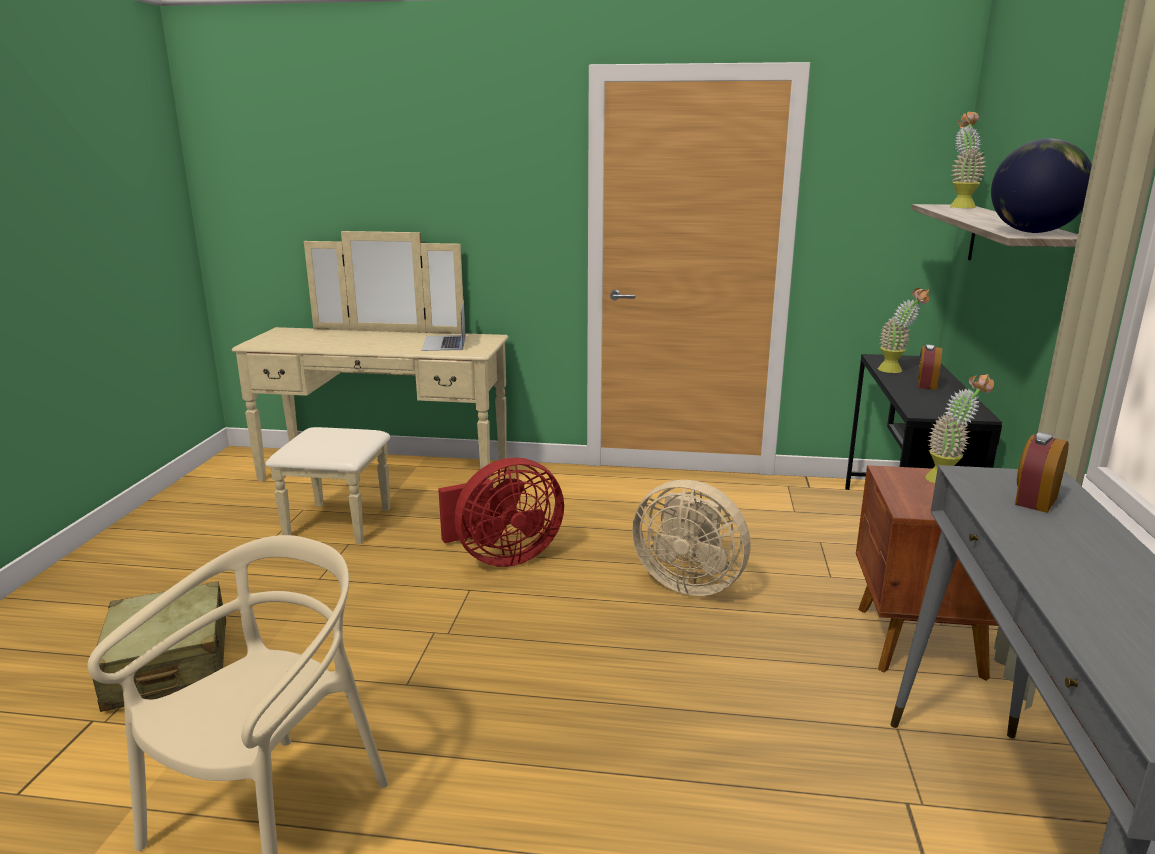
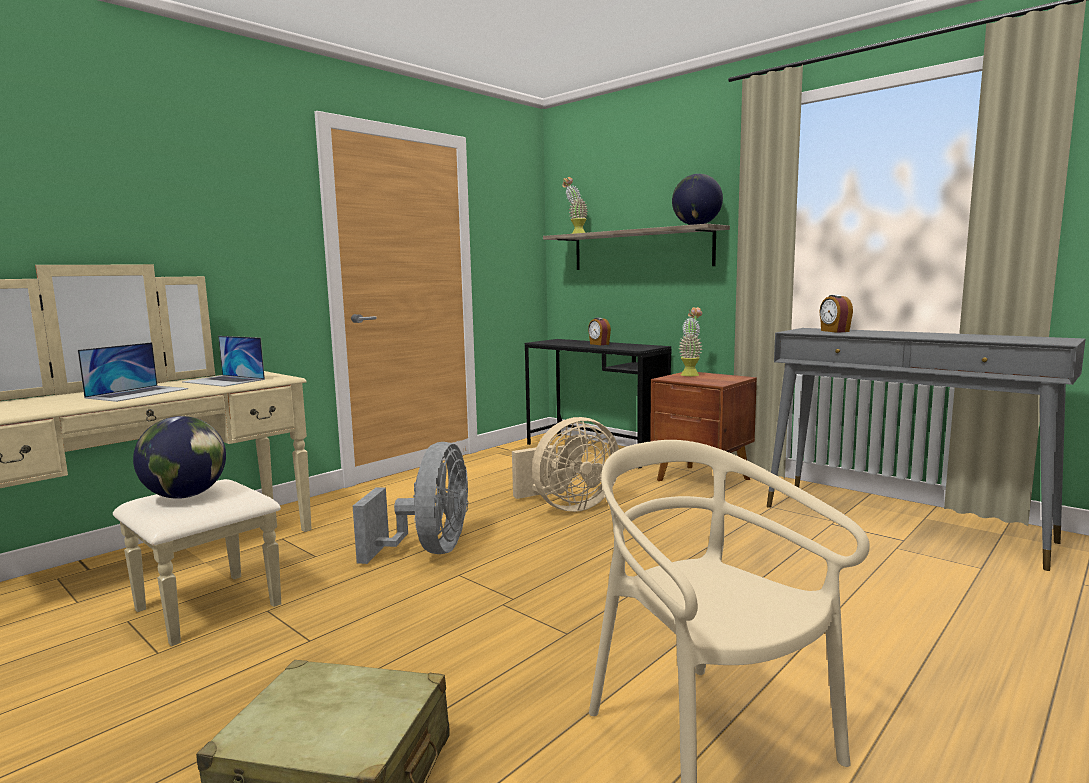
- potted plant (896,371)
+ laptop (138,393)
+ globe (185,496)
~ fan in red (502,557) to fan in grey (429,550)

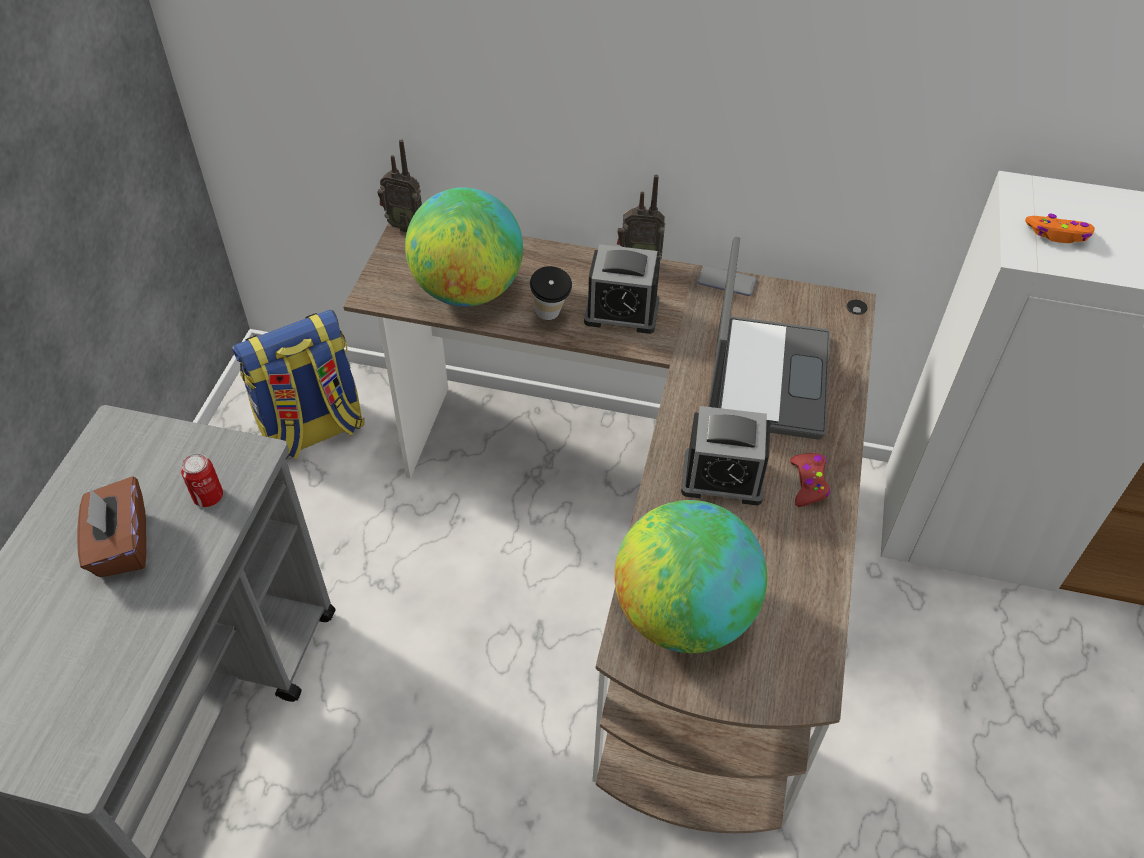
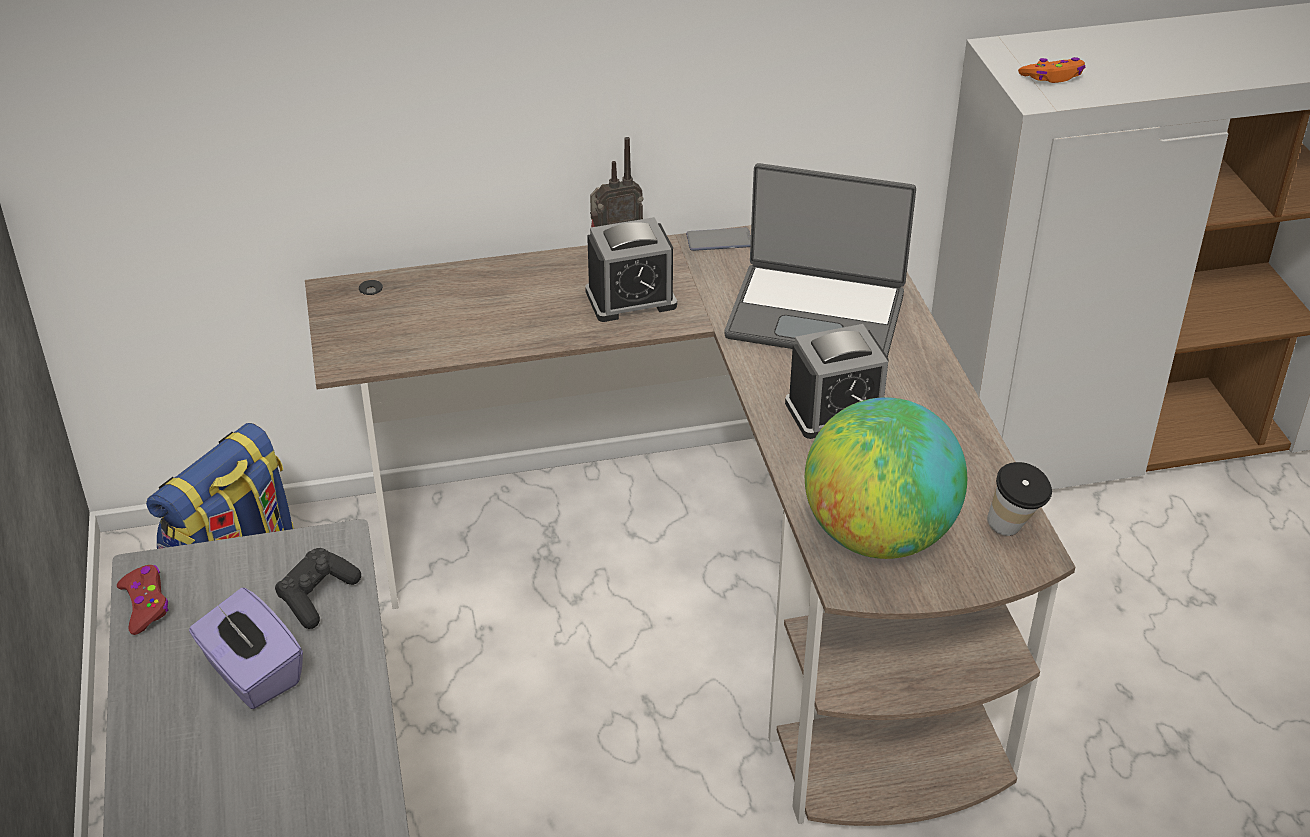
- radio (406,226)
- globe (468,291)
~ cup (550,317) to (1013,530)
~ game controller in red (808,483) to (145,605)
~ can (208,497) to game controller in black (317,597)
~ tissue box in brown (121,545) to tissue box in purple (251,673)
~ laptop (765,377) = (816,313) 120 degrees clockwise

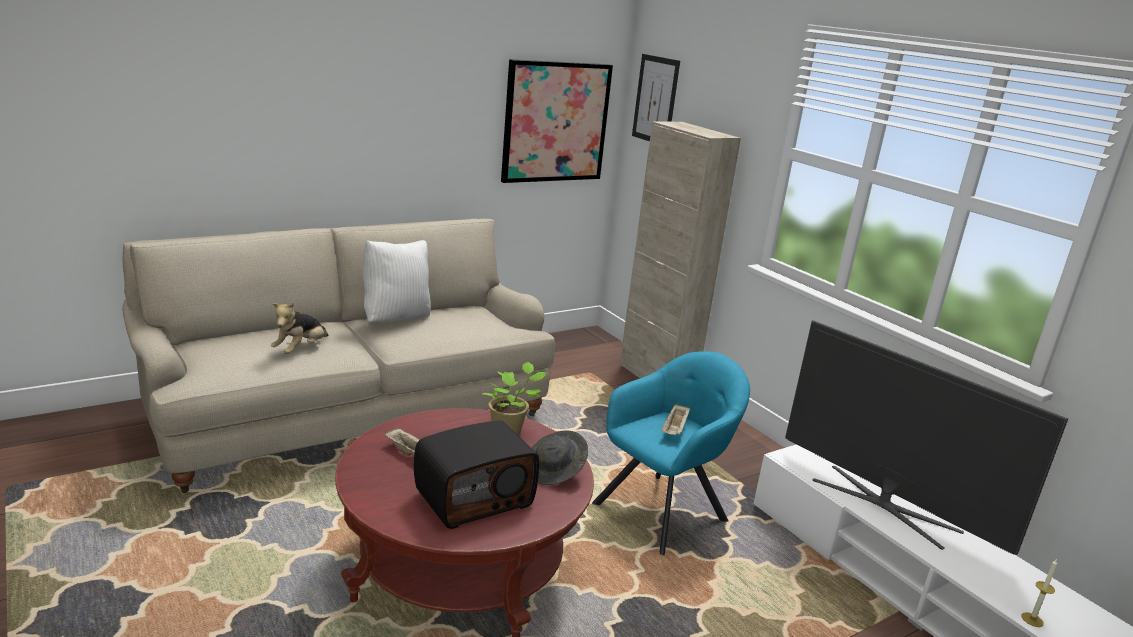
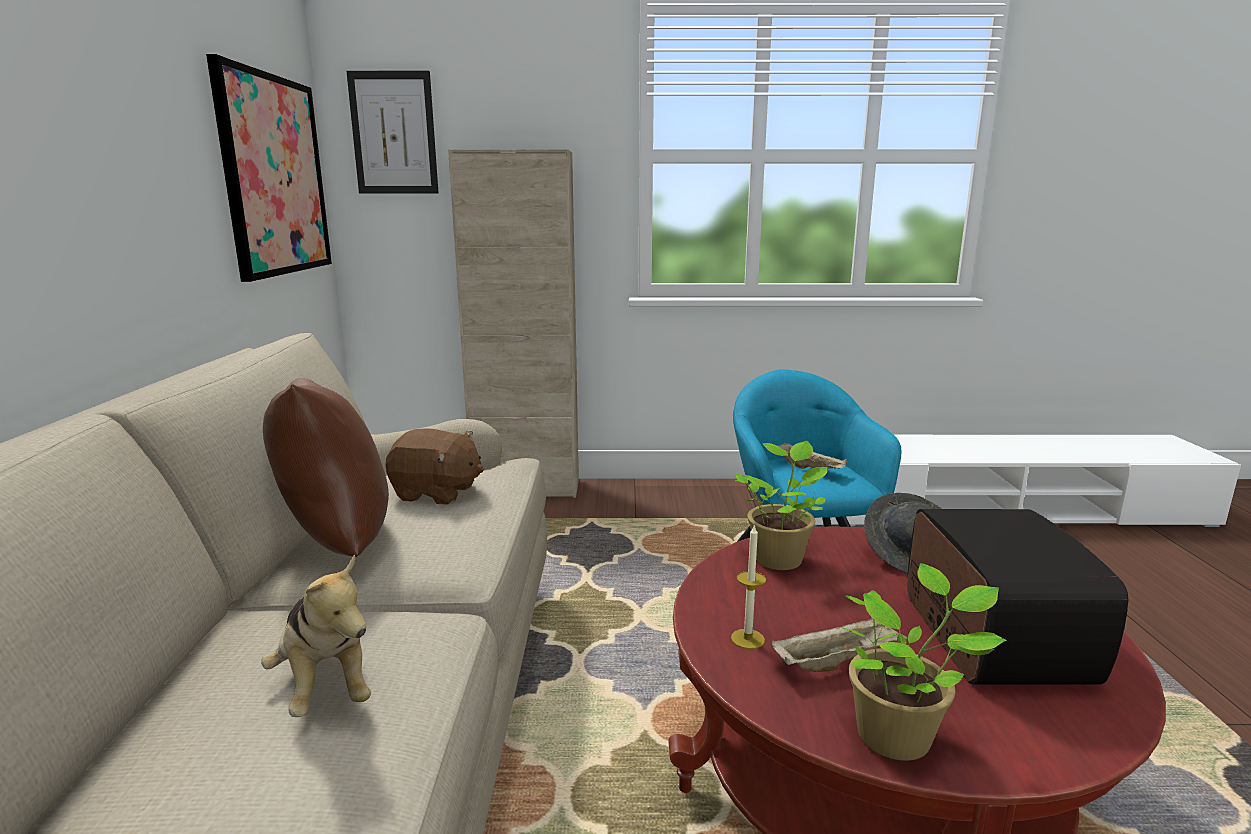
- television (885,505)
+ plush toy in brown (436,493)
+ potted plant (899,735)
~ candle (1032,619) to (747,639)
~ pillow in white (396,319) to pillow in brown (334,543)

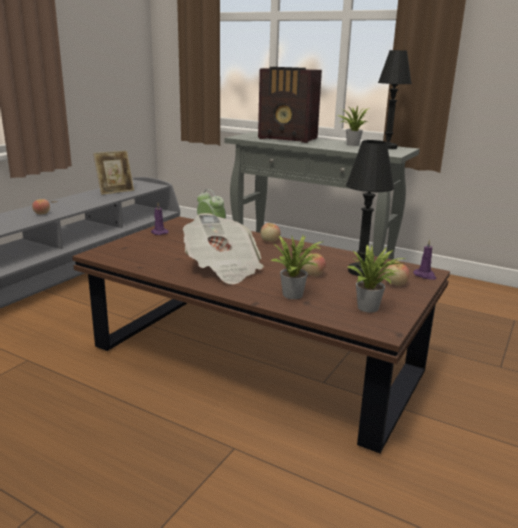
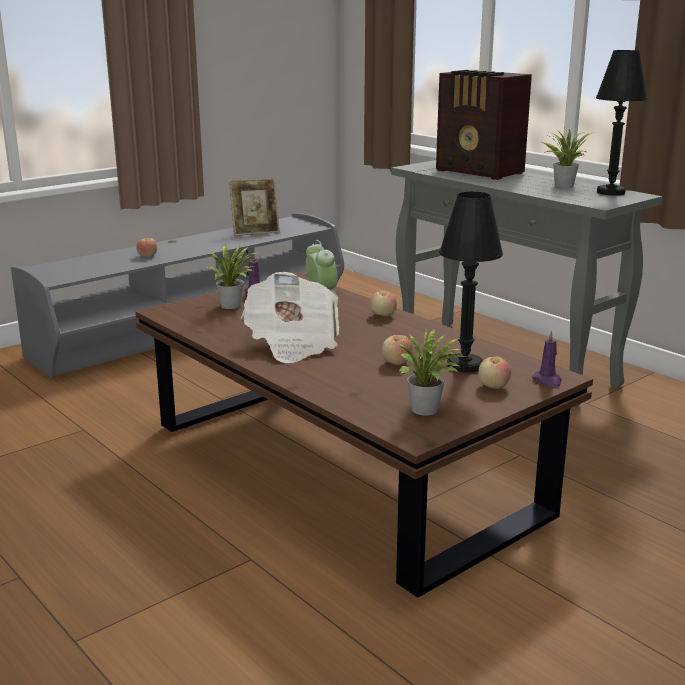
~ potted plant (295,295) to (233,306)

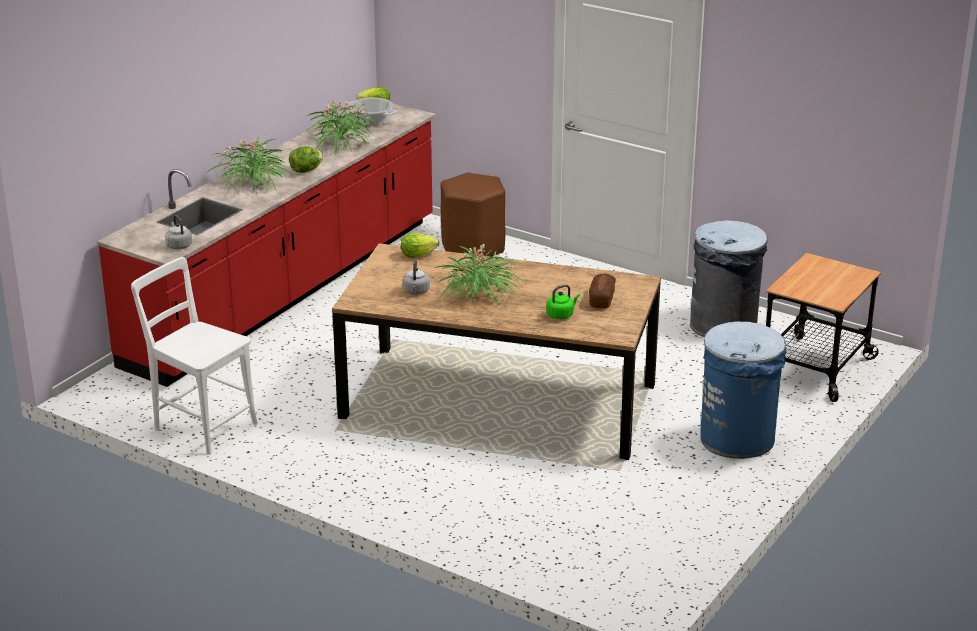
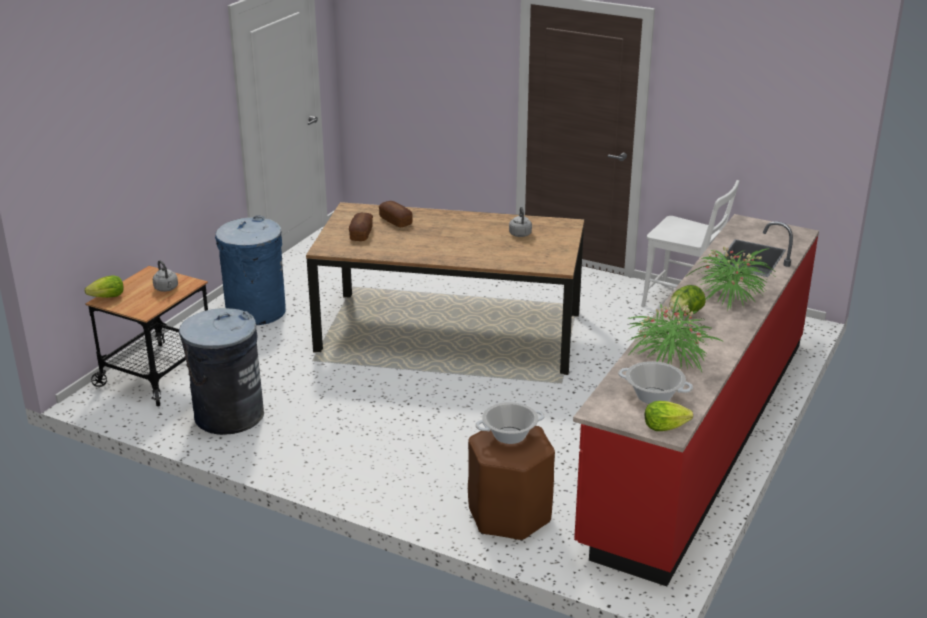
- potted plant (480,294)
+ cooking pot (509,435)
~ kettle in grey (178,245) to (166,289)
~ lettuce (417,255) to (108,297)
~ kettle in green (561,314) to bread (395,221)

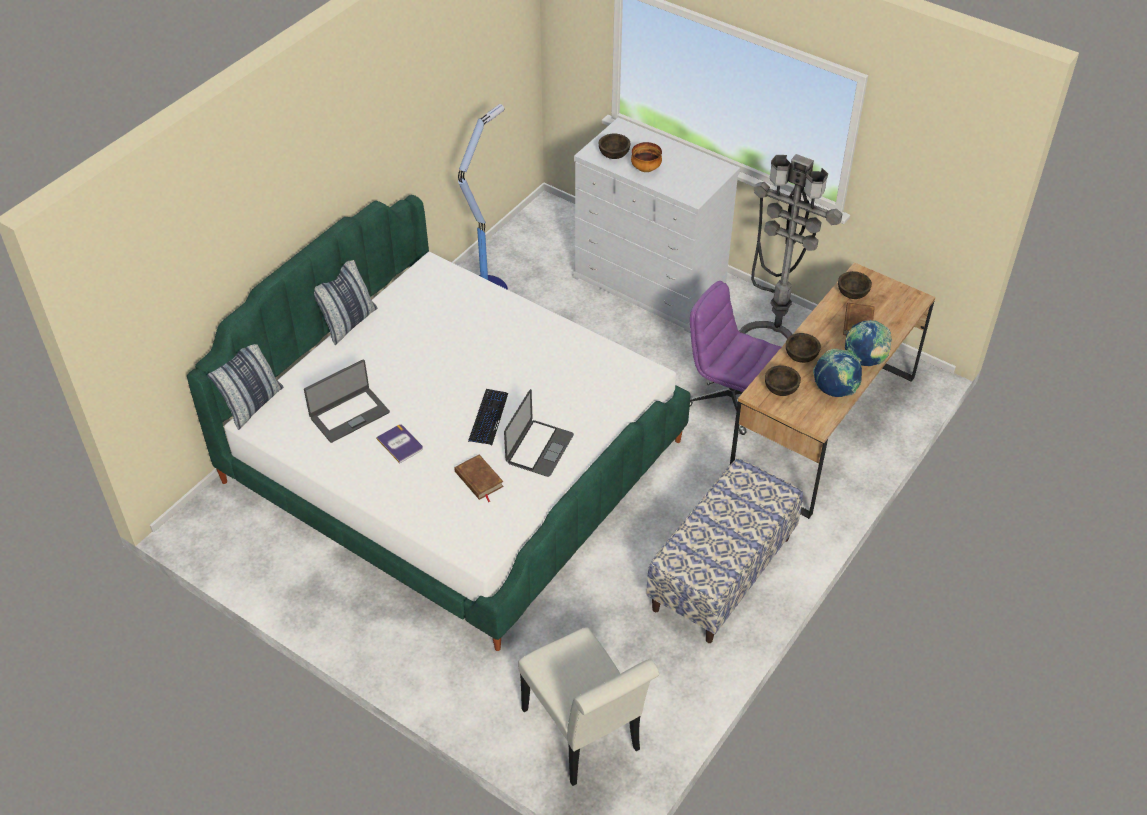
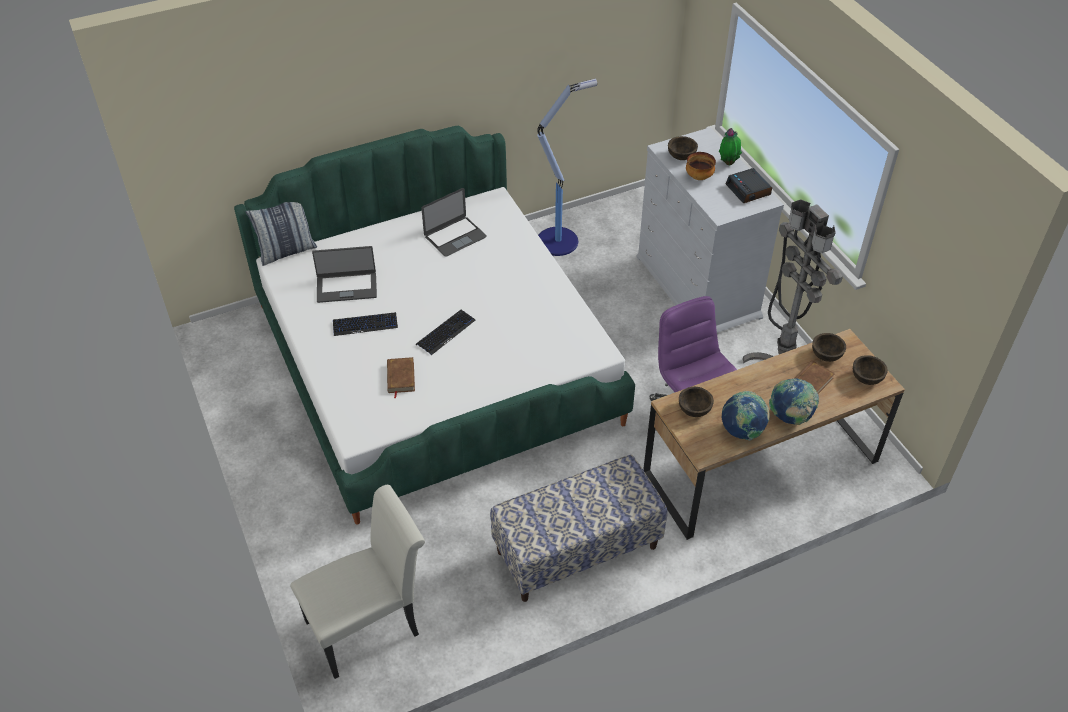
- pillow (348,323)
+ potted plant (728,163)
+ alarm clock (748,190)
~ laptop (539,448) to (455,236)
~ bowl in brown (801,356) to (867,378)
~ book (400,444) to keyboard (365,324)
~ chair in white (585,736) = (369,624) 120 degrees counterclockwise

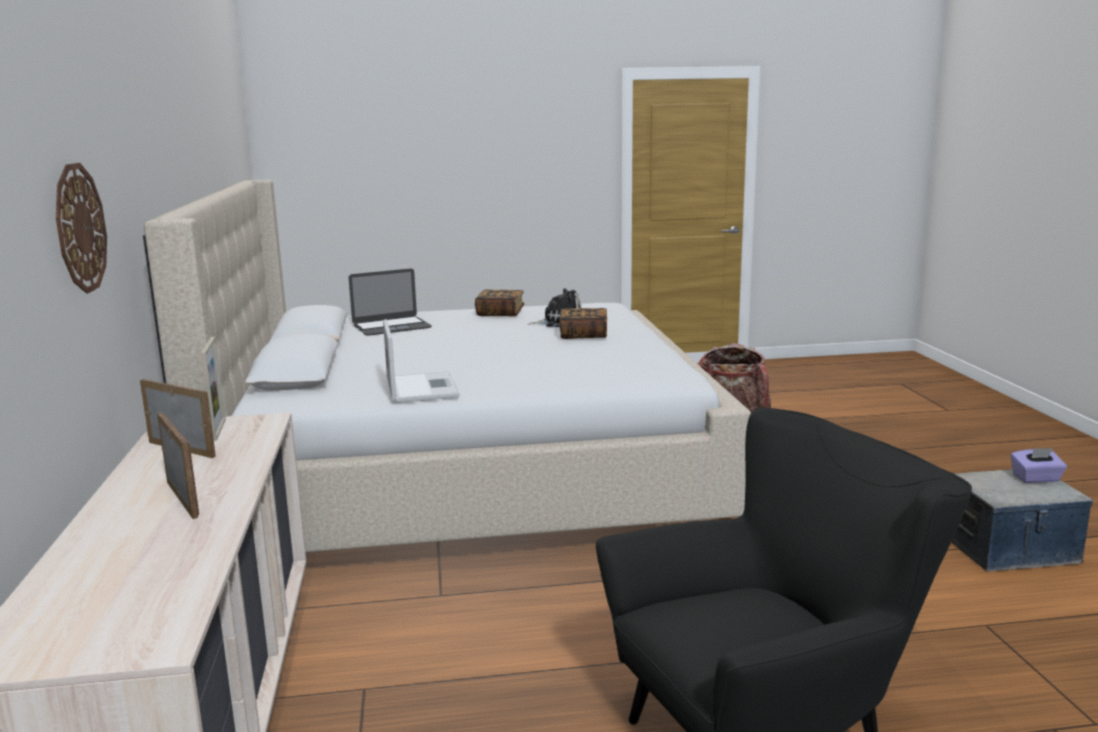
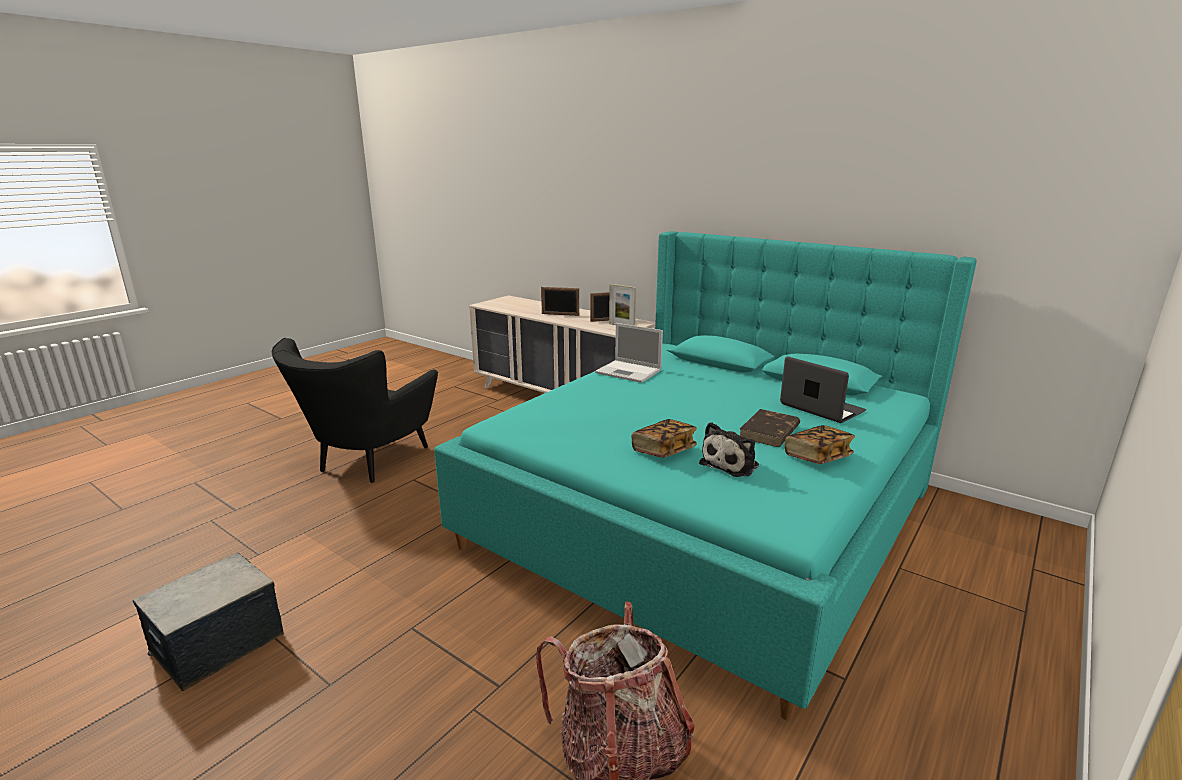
- wall clock (80,228)
- tissue box in purple (1036,478)
+ book in brown (769,432)
~ bed in beige (464,475) to bed in turquoise (706,516)
~ laptop (392,326) = (822,408) 120 degrees clockwise

